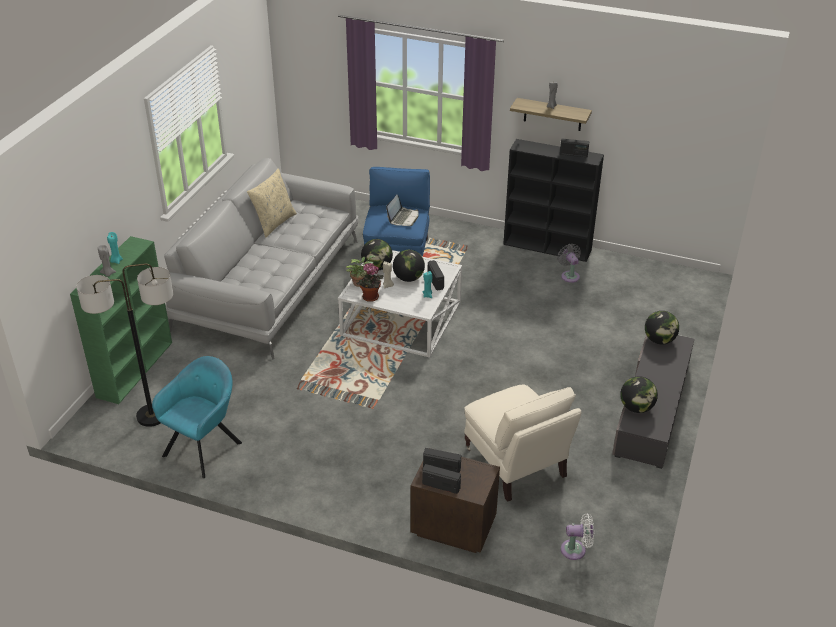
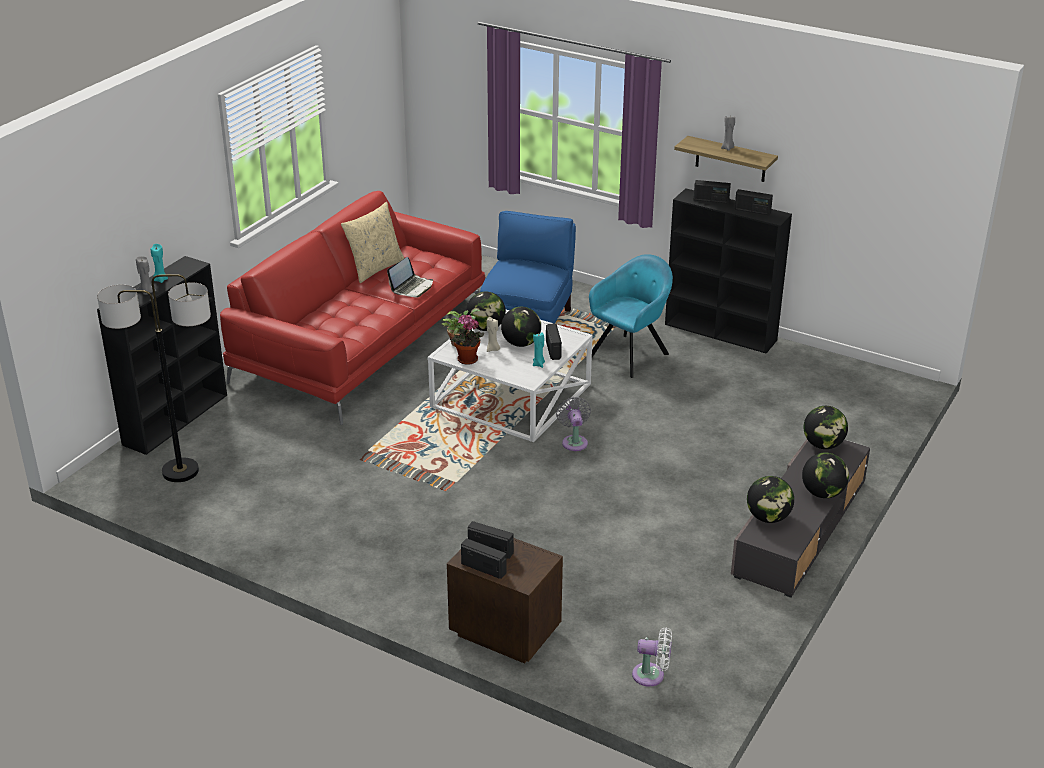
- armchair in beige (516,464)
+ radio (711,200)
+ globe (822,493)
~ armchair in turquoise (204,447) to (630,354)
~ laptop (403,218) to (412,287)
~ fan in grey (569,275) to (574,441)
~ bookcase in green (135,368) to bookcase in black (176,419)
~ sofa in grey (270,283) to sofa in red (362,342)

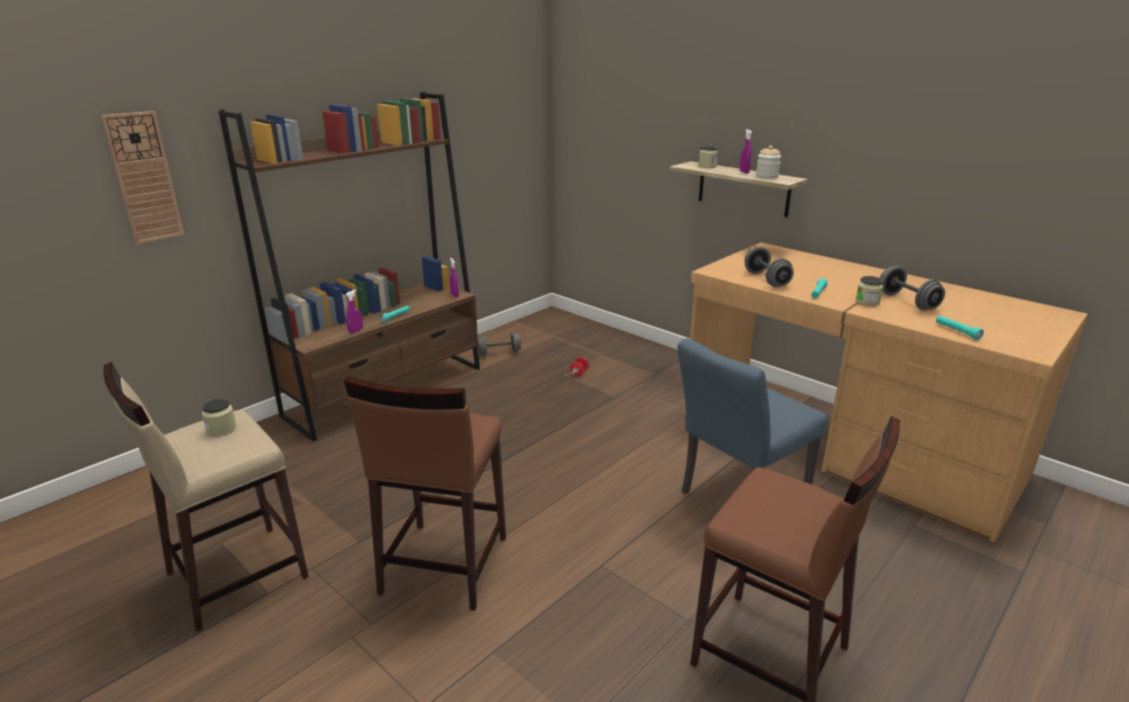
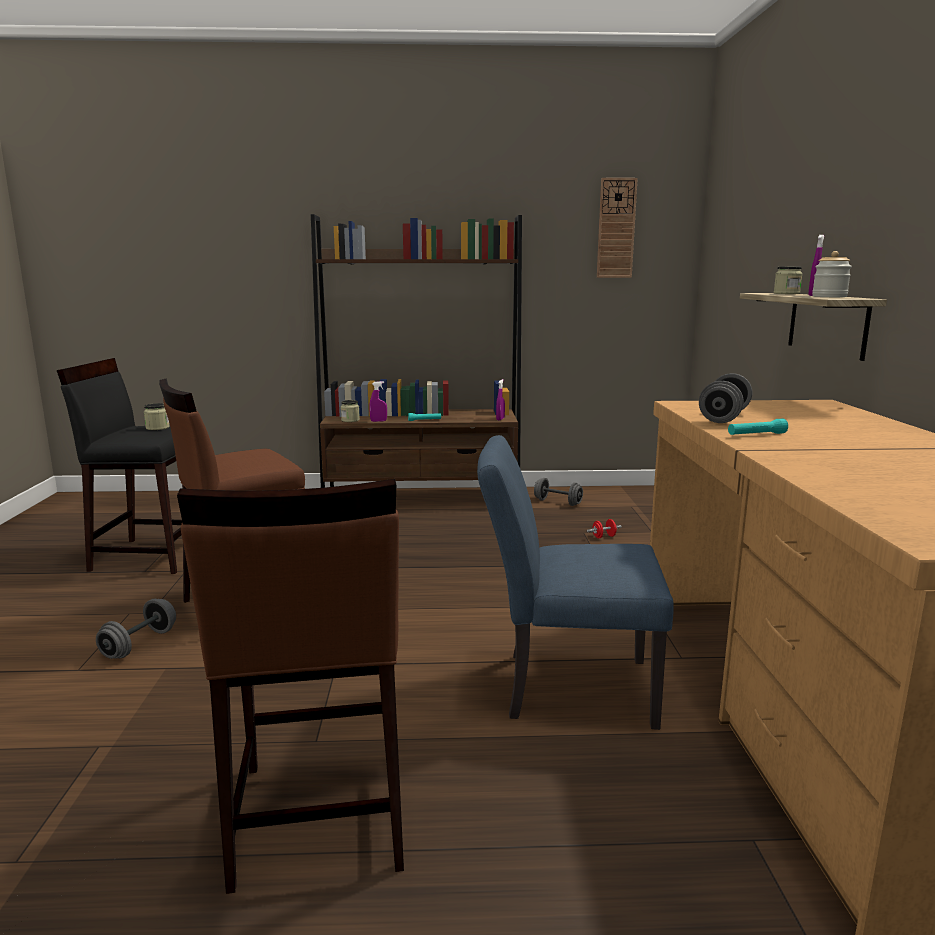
- flashlight in turquoise (957,331)
~ wall clock (144,178) to (616,228)
~ jar (867,302) to (350,420)
~ dumbbell in grey (907,302) to (139,644)
~ stool in beige (235,575) to stool in black (151,555)

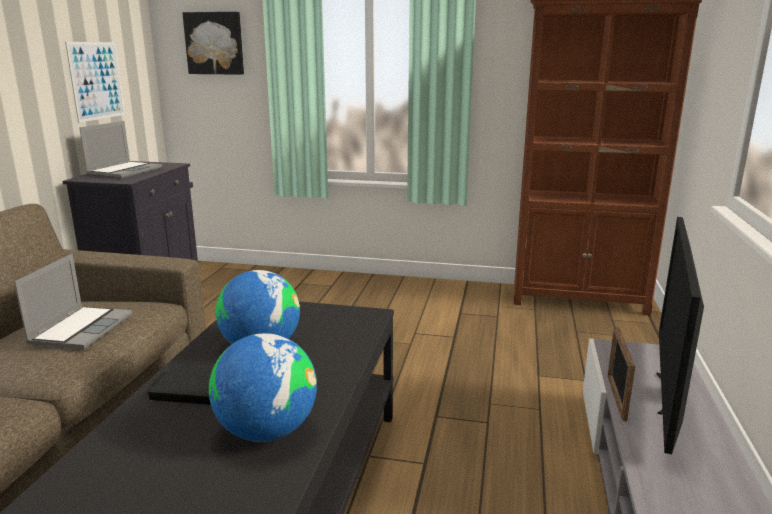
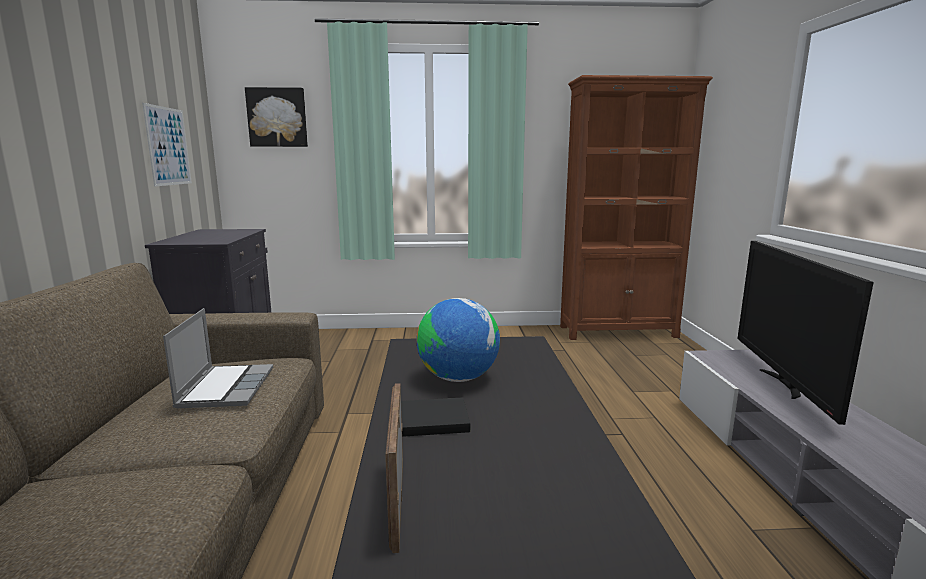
- laptop (125,171)
- globe (266,431)
~ picture frame (616,397) to (397,502)

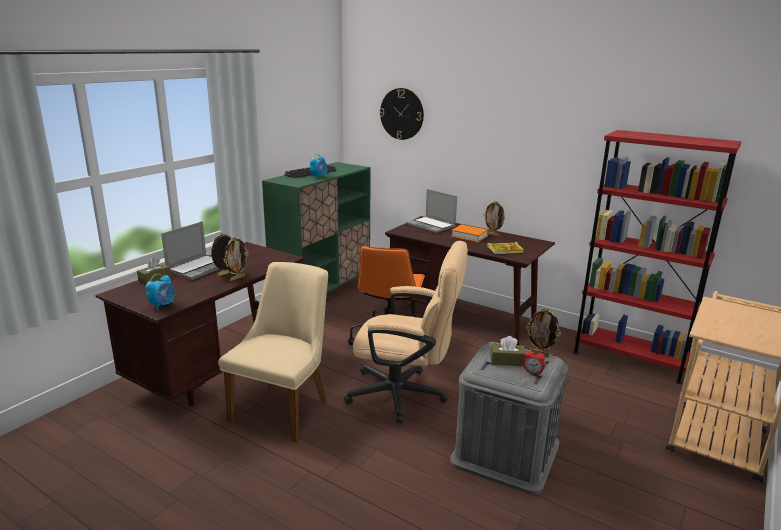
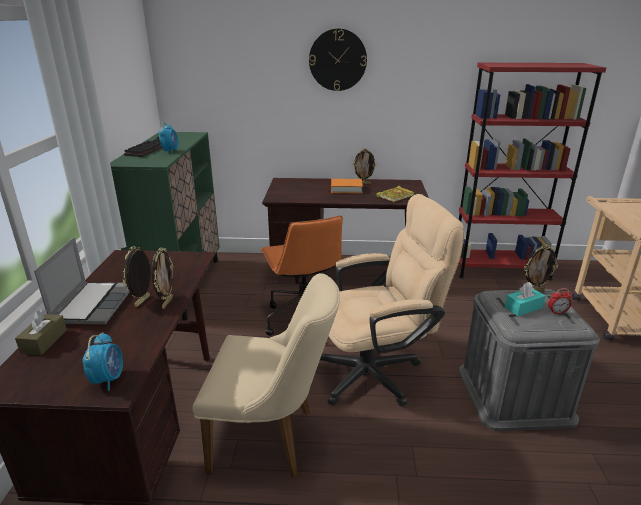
- laptop (432,226)
~ wall clock (402,114) to (337,60)
~ tissue box in brown (507,361) to tissue box in turquoise (523,307)
~ chair in beige (285,406) = (272,438) 105 degrees clockwise

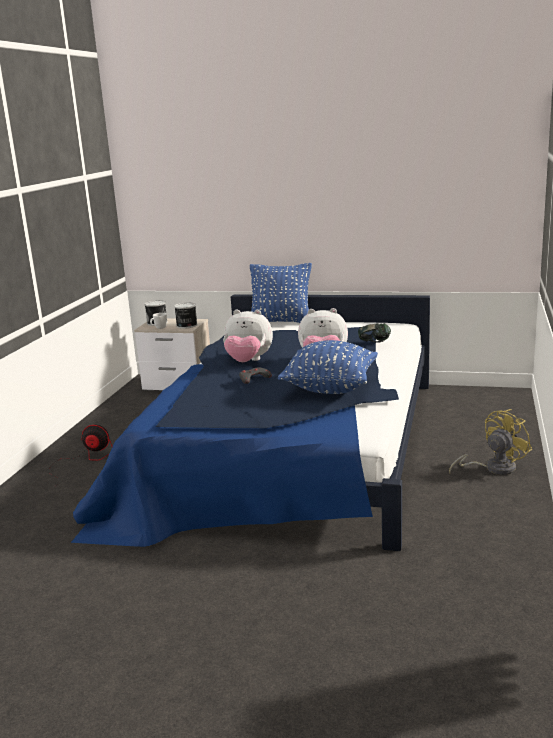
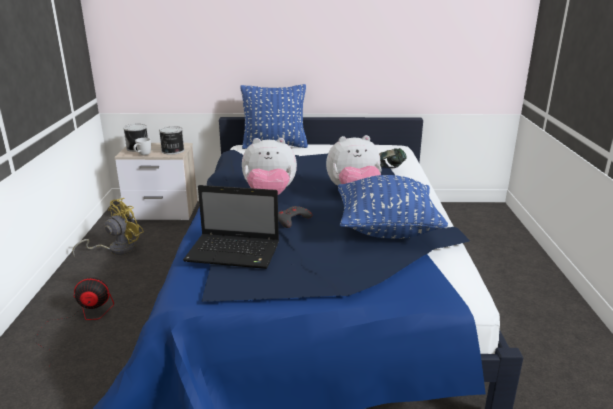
+ laptop (235,252)
~ fan in yellow (493,468) to (116,249)

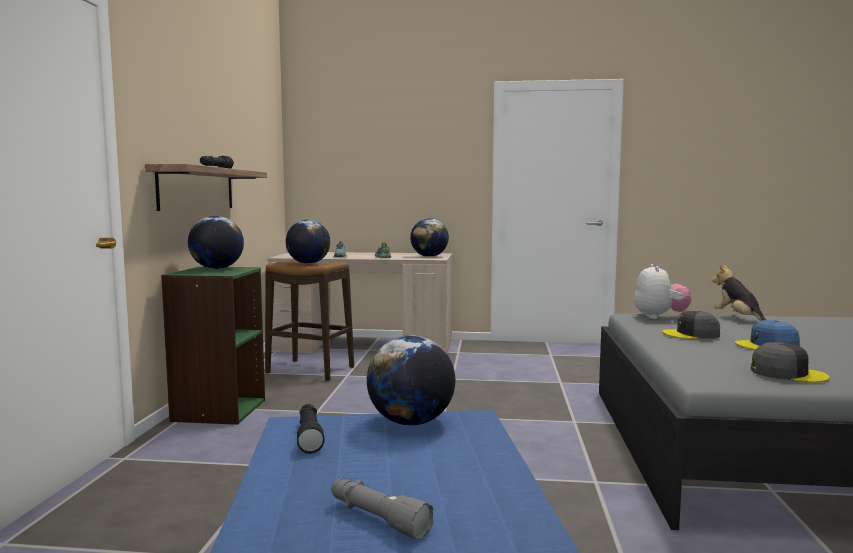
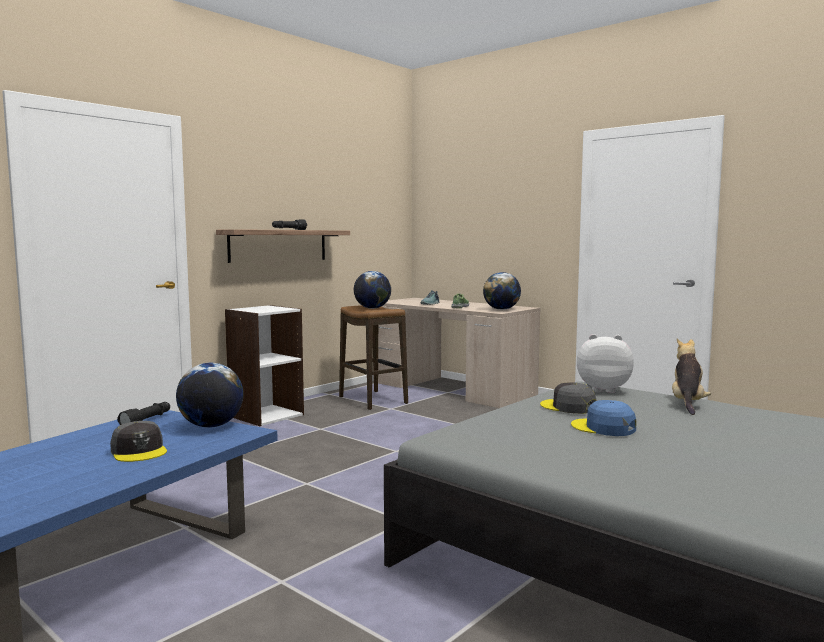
- globe (217,268)
- flashlight in grey (377,519)
~ cap in grey (787,373) to (139,451)
~ bookcase in green (218,410) to bookcase in white (266,415)
~ plush toy (659,317) = (603,389) 120 degrees counterclockwise

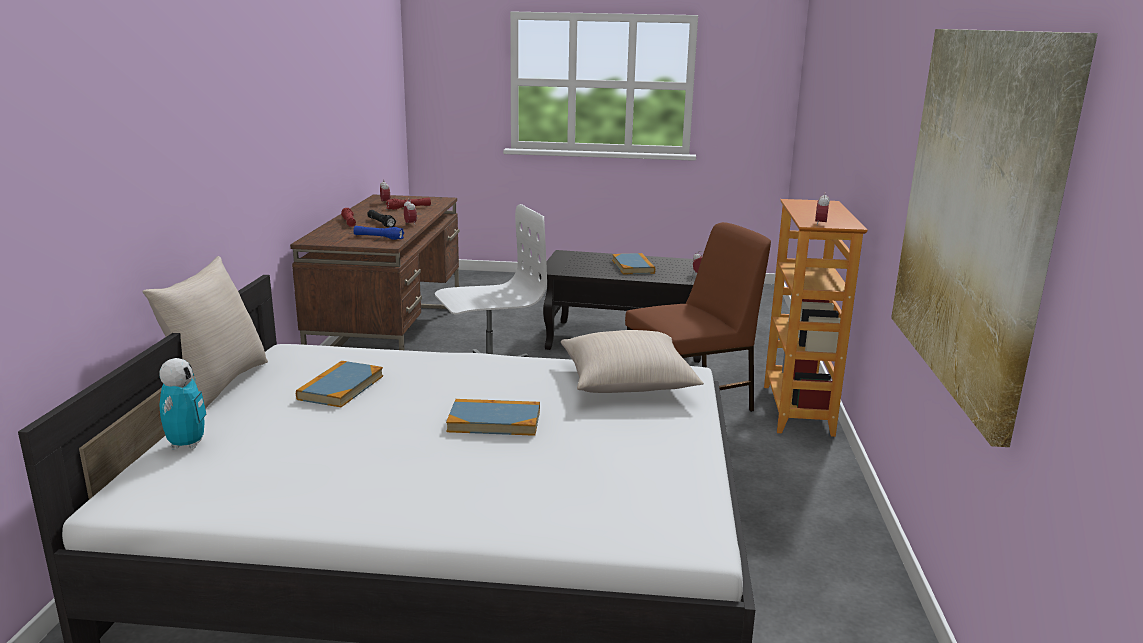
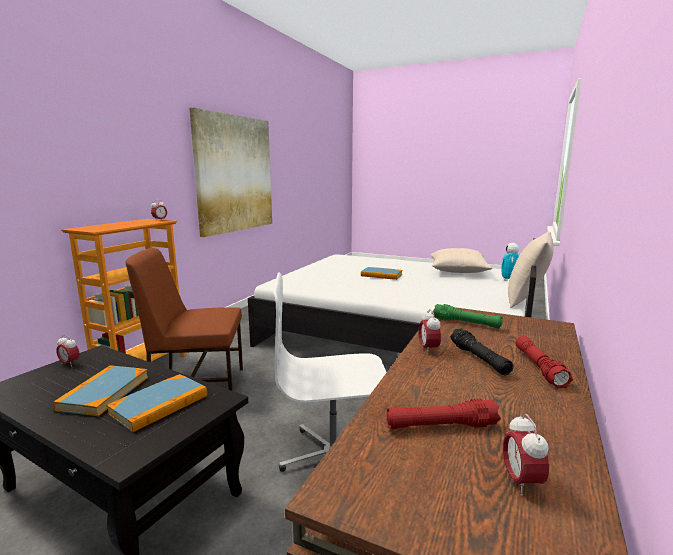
~ book (341,387) to (159,405)
~ pillow in beige (627,383) to (458,271)
~ flashlight in blue (378,237) to flashlight in green (466,323)

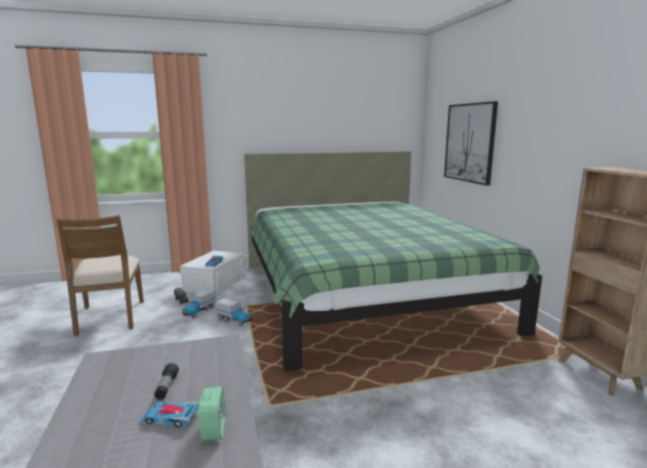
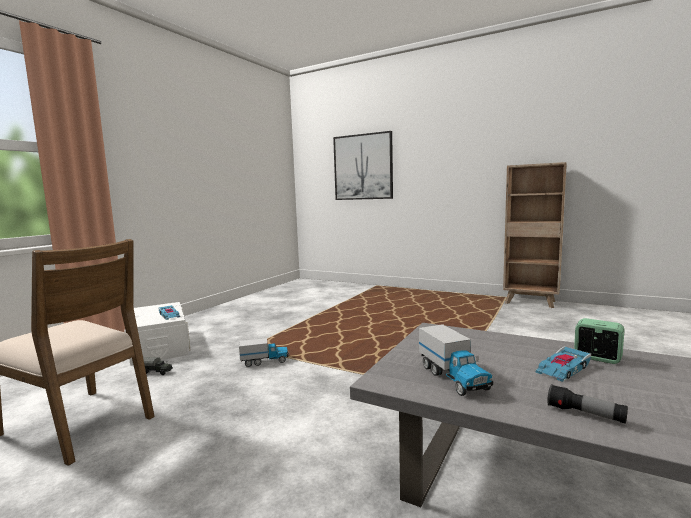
- bed in green (363,294)
~ flashlight (166,387) to (585,414)
~ toy truck (199,311) to (453,378)

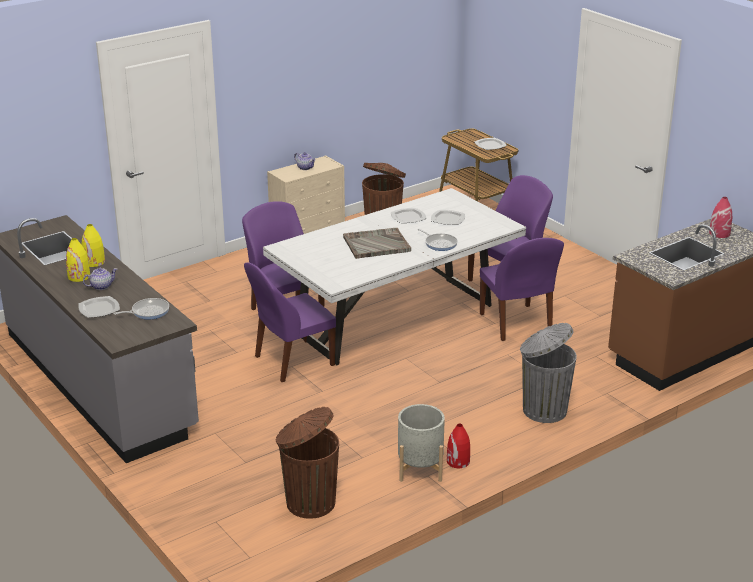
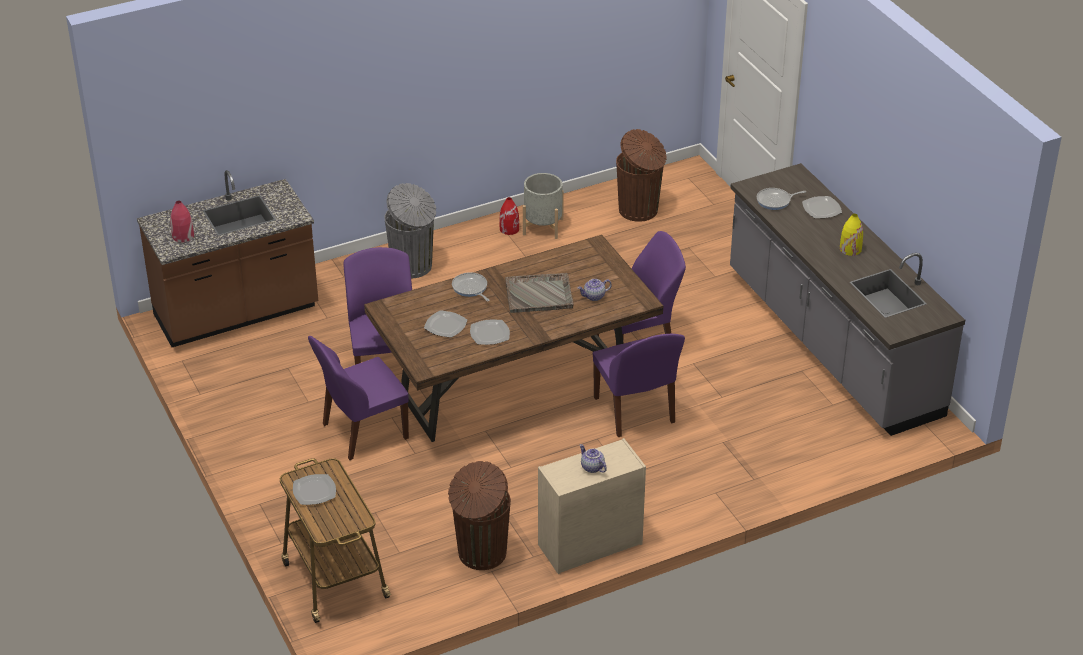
- vase in yellow (94,262)
~ teapot (101,286) to (594,296)
~ dining table in white (396,320) to dining table in brown (514,387)

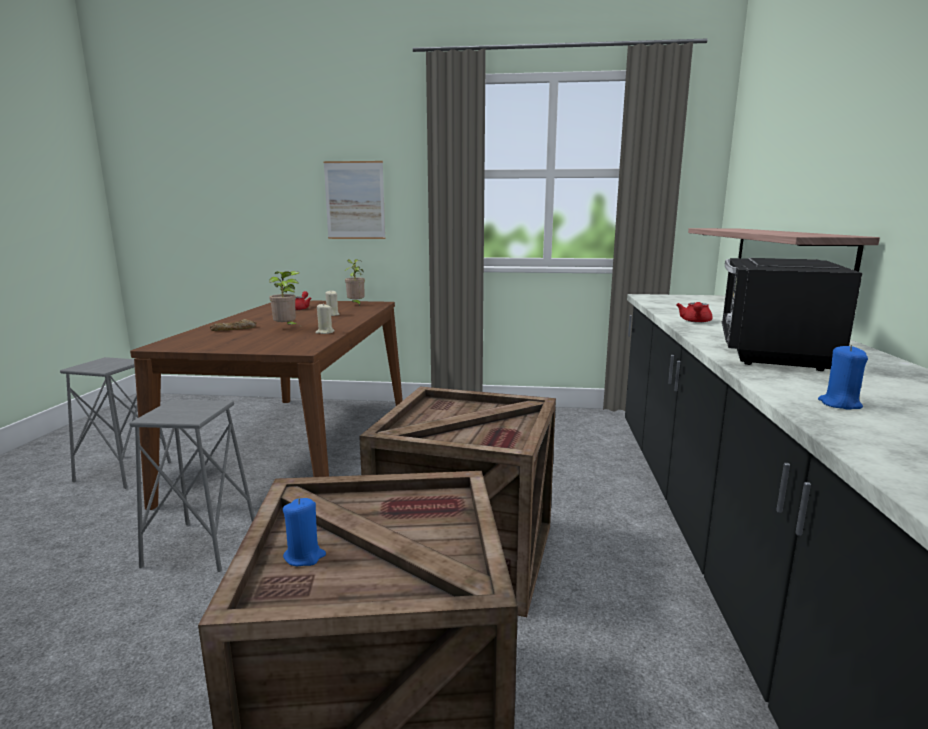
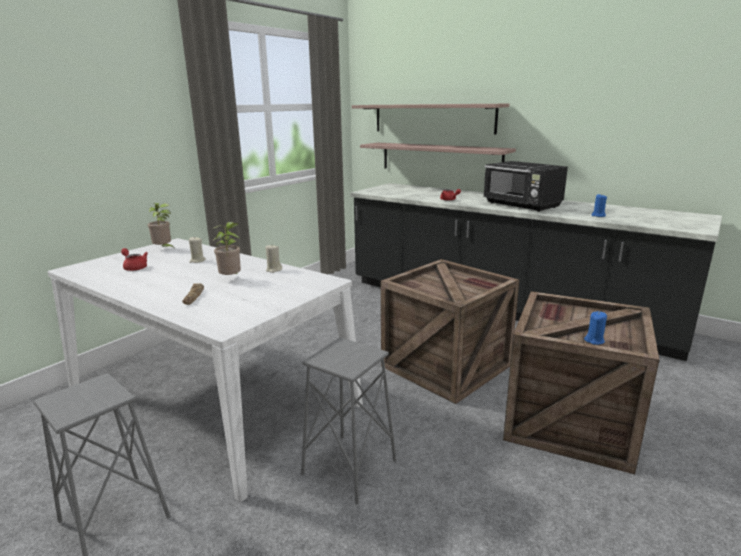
- picture (355,200)
+ shelf (433,118)
~ dining table in brown (301,446) to dining table in white (211,395)

